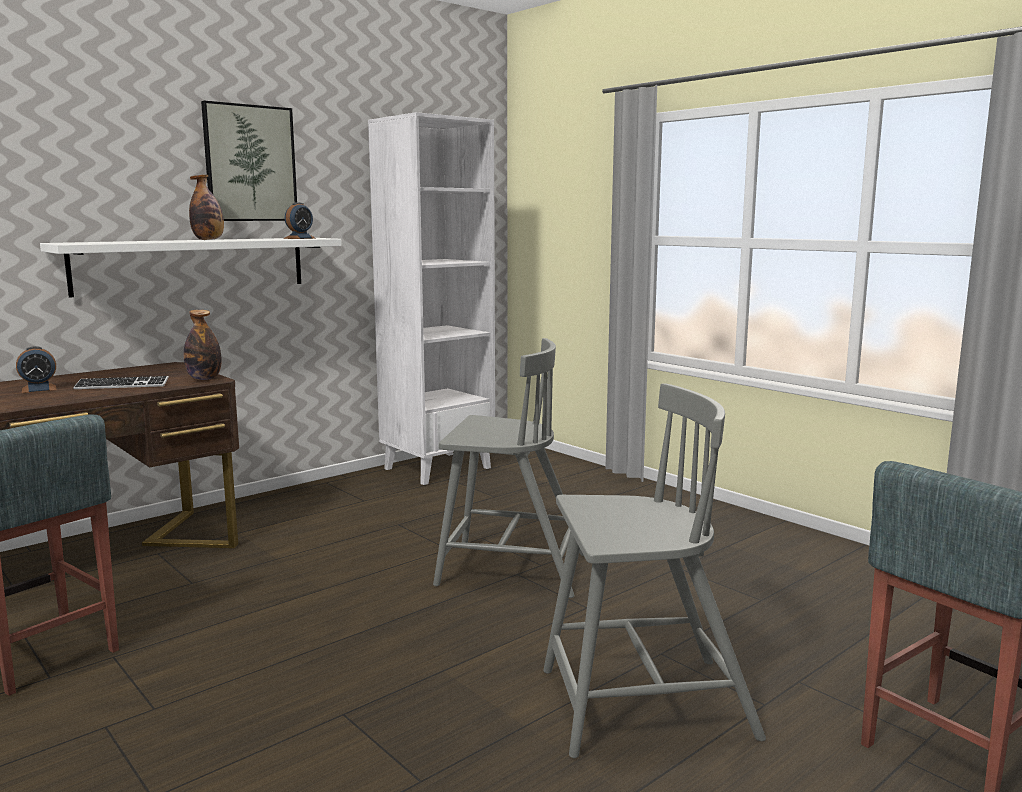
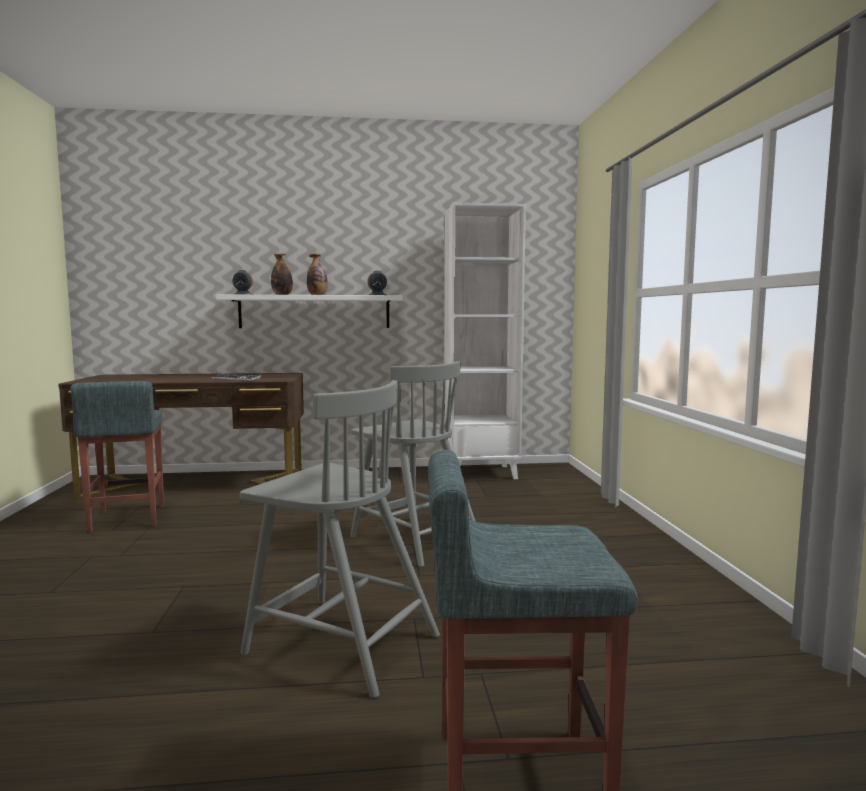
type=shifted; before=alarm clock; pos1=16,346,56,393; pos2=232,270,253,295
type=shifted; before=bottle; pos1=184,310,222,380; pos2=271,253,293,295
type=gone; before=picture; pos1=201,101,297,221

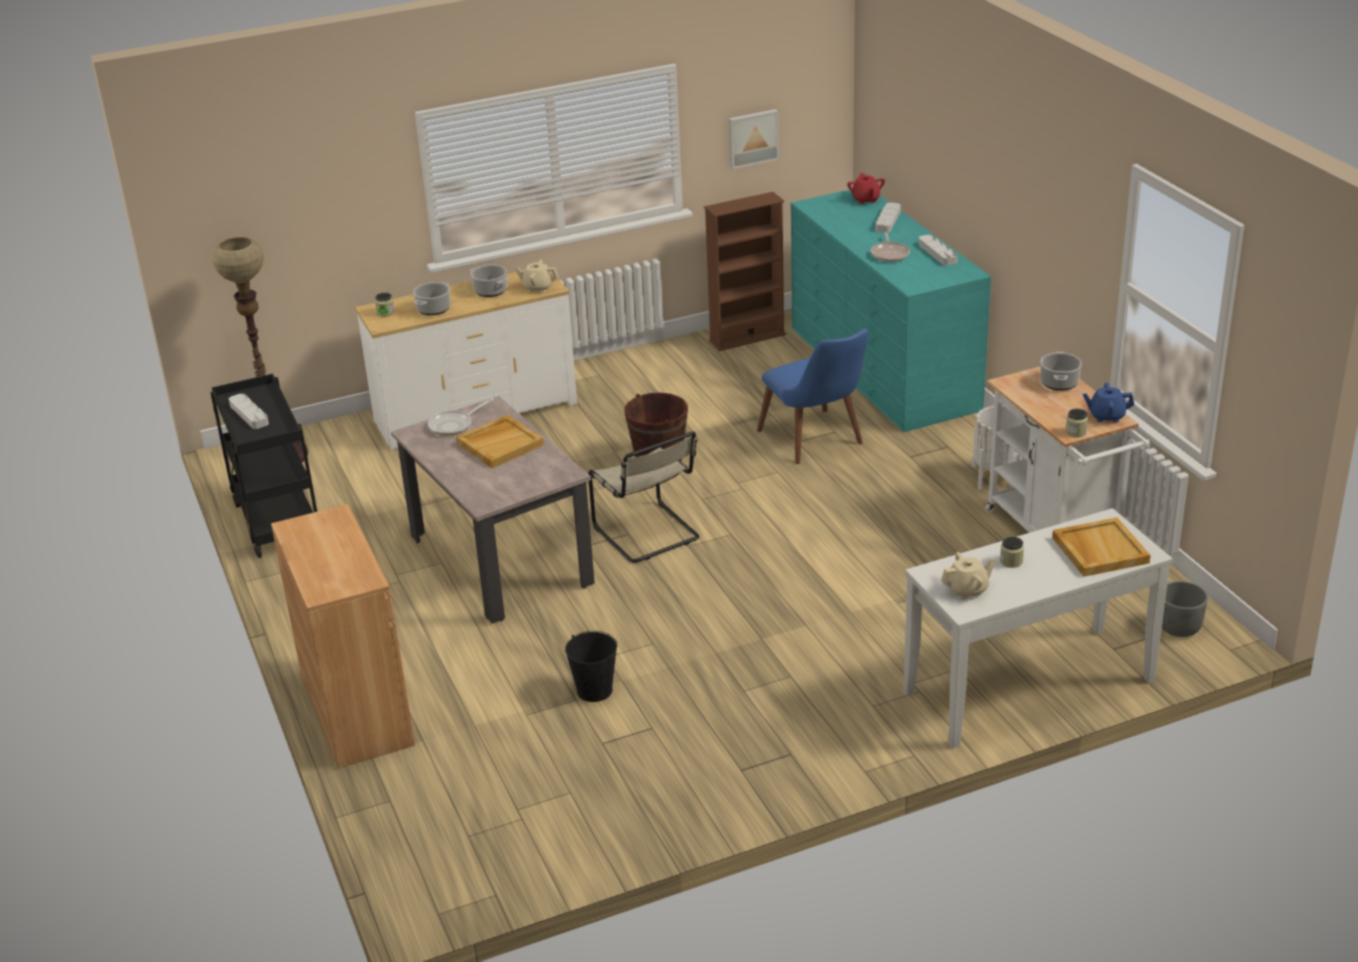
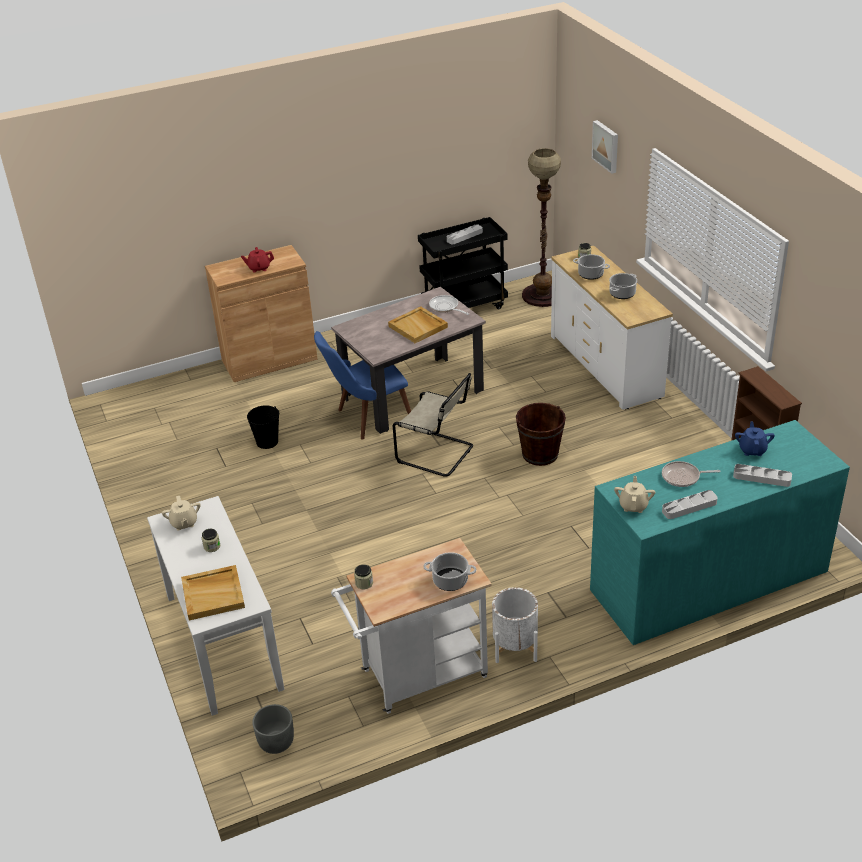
type=shifted; before=beige teapot; pos1=515,260,558,293; pos2=614,476,655,513
type=rotated; before=beige chair; pos1=588,431,699,563; pos2=393,373,473,477; turn=-120
type=shifted; before=picture; pos1=729,109,779,169; pos2=592,120,618,174
type=shifted; before=blue-coloured chair; pos1=757,328,868,464; pos2=314,331,411,440
type=shifted; before=red teapot; pos1=847,173,885,204; pos2=241,247,274,272
type=shifted; before=blue-coloured teapot; pos1=1083,383,1134,423; pos2=735,422,775,456

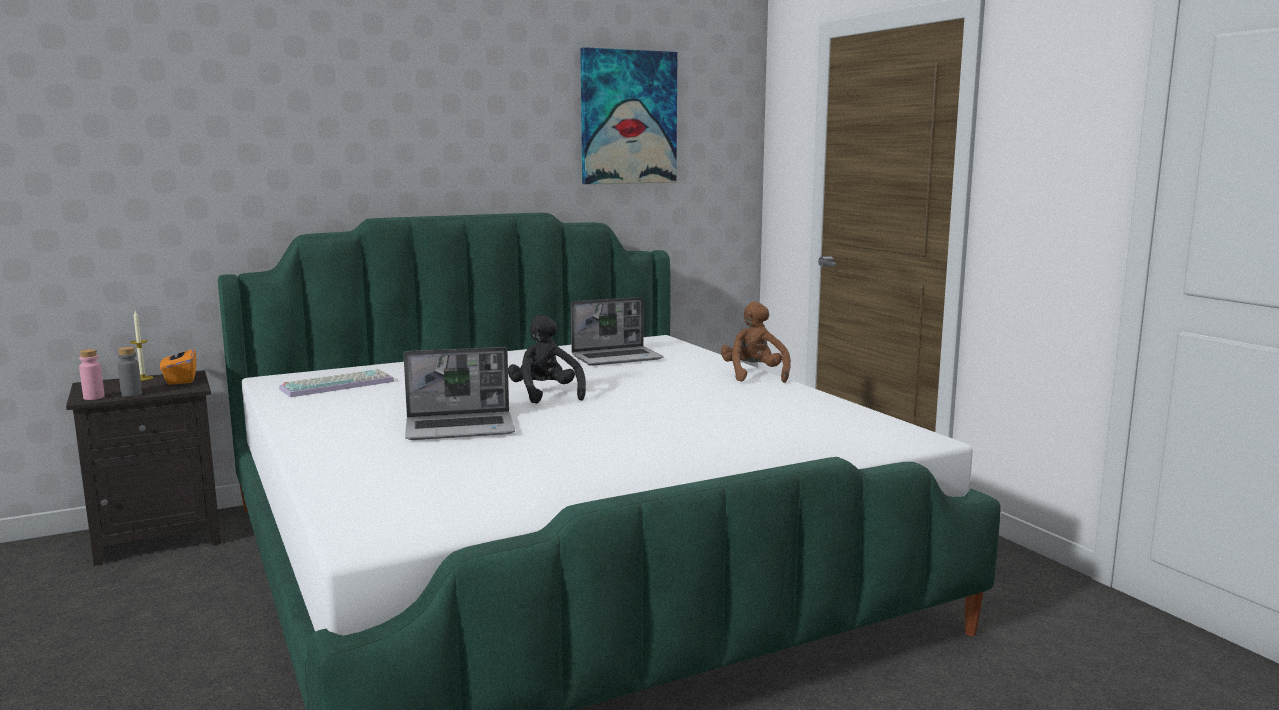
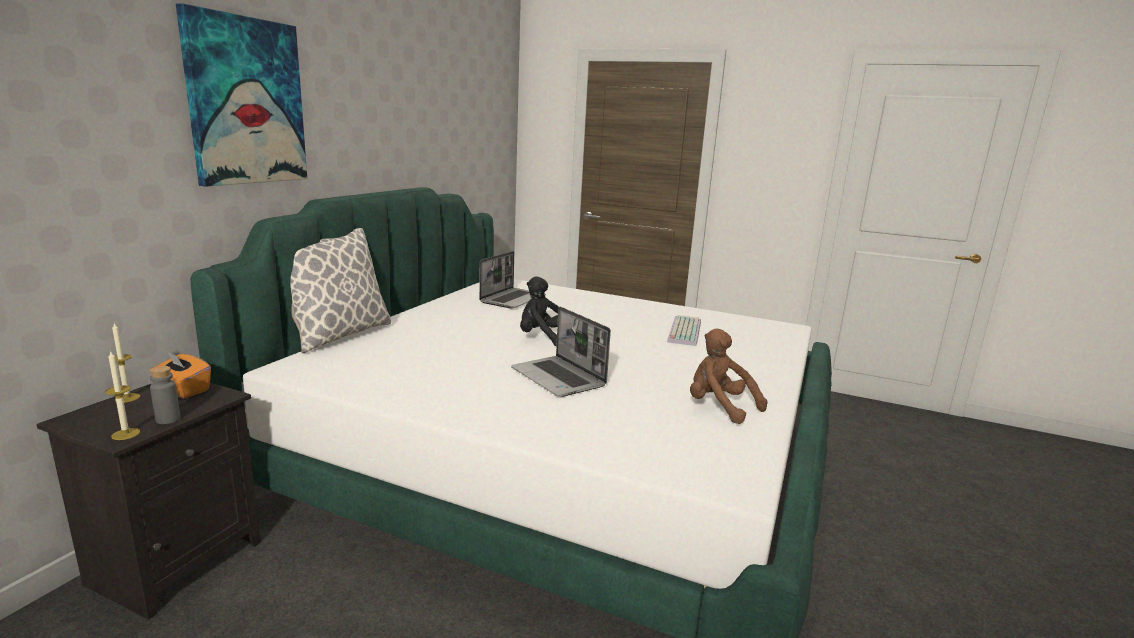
type=swapped; before=pink-coloured bottle; after=wax light; pos1=79,349,105,400; pos2=105,350,140,440
type=shifted; before=computer keyboard; pos1=279,369,394,397; pos2=667,315,701,346
type=rotated; before=laptop; pos1=403,347,515,440; pos2=511,306,611,397; turn=105
type=shifted; before=picture; pos1=580,47,677,184; pos2=176,3,307,187
type=shifted; before=brownish soft toy; pos1=721,301,791,383; pos2=690,329,768,424
type=new; after=pillow; pos2=290,228,391,353

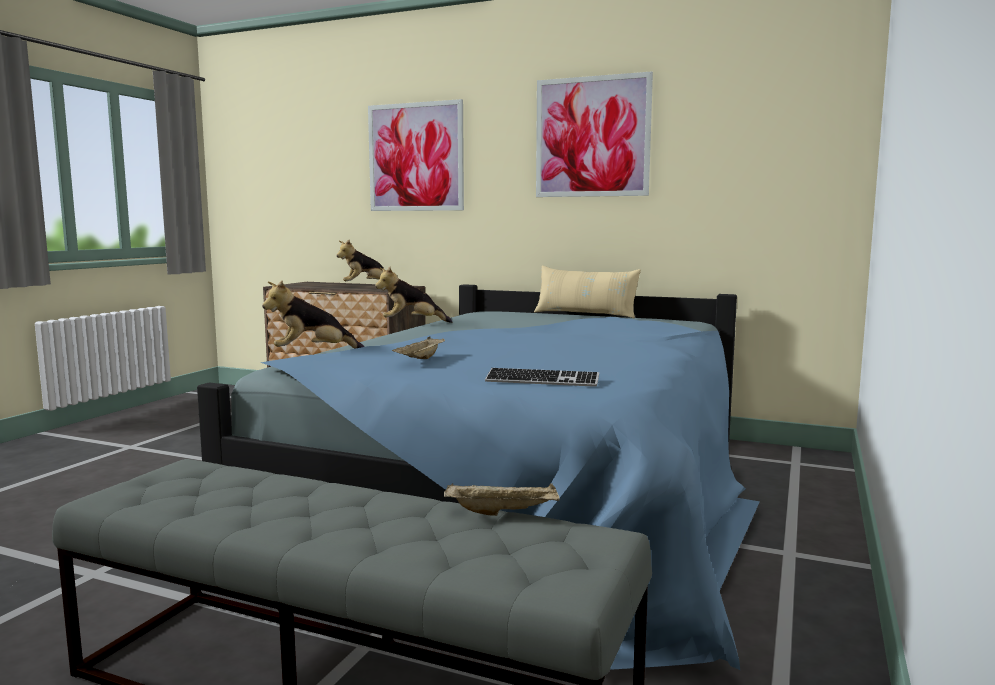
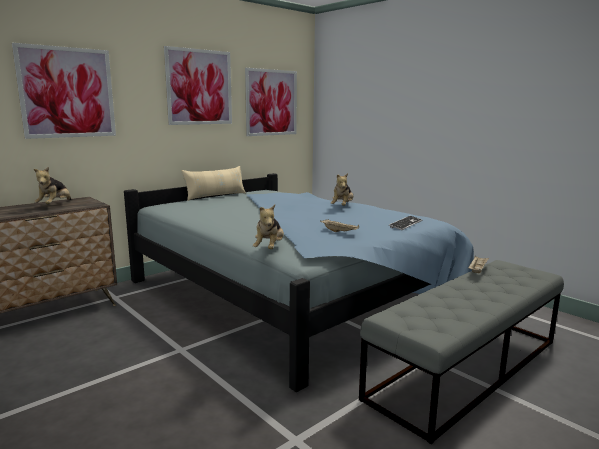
type=shifted; before=soft toy; pos1=375,267,452,323; pos2=331,173,353,206
type=new; after=picture; pos2=245,68,297,136

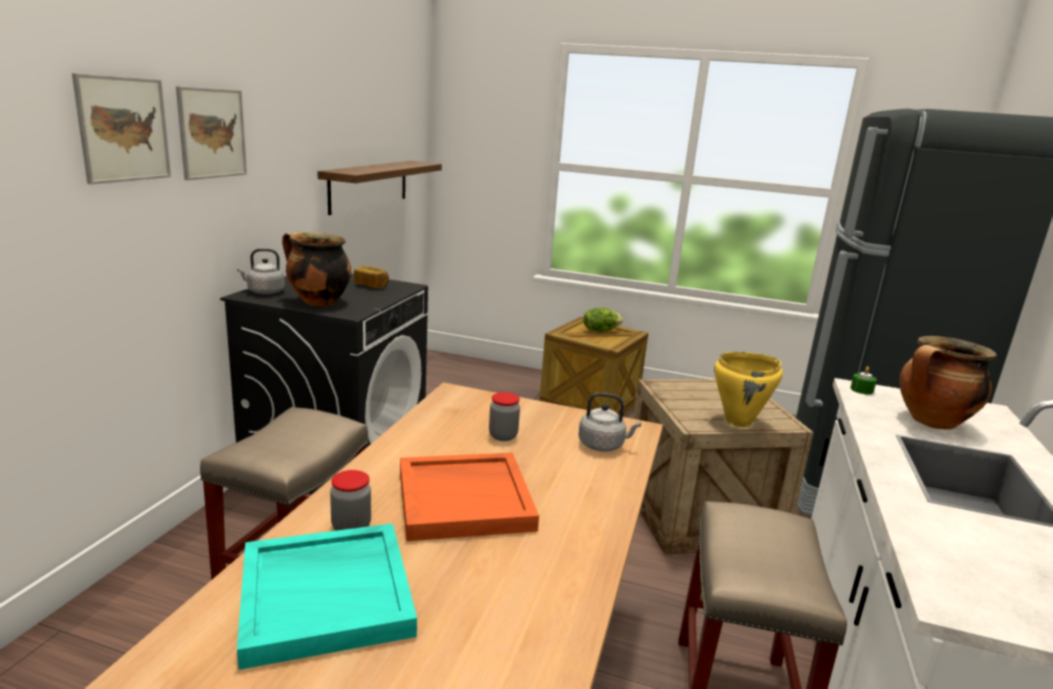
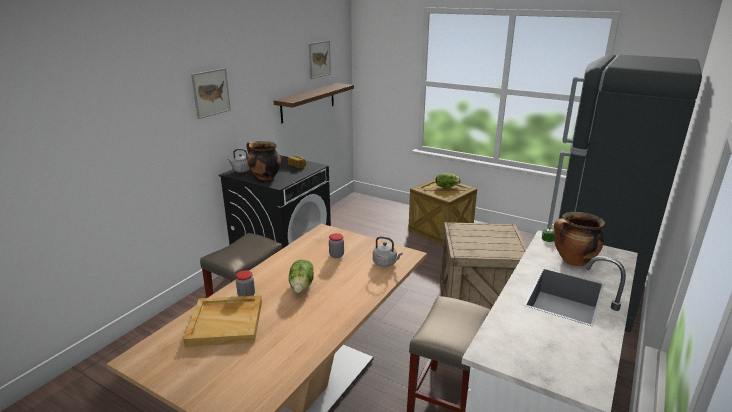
type=shifted; before=picture; pos1=72,73,171,184; pos2=309,41,331,79
type=repainted; before=turquoise tray; after=beige tray; pos1=237,523,417,670; pos2=183,295,262,347
type=swapped; before=orange-coloured tray; after=head of lettuce; pos1=400,453,539,541; pos2=289,259,314,293
type=gone; before=yellow-coloured saucepot; pos1=714,352,783,427

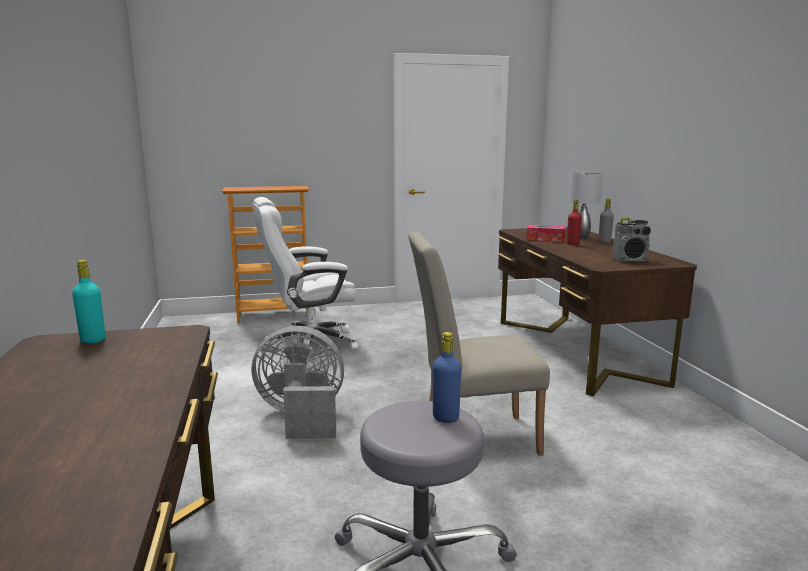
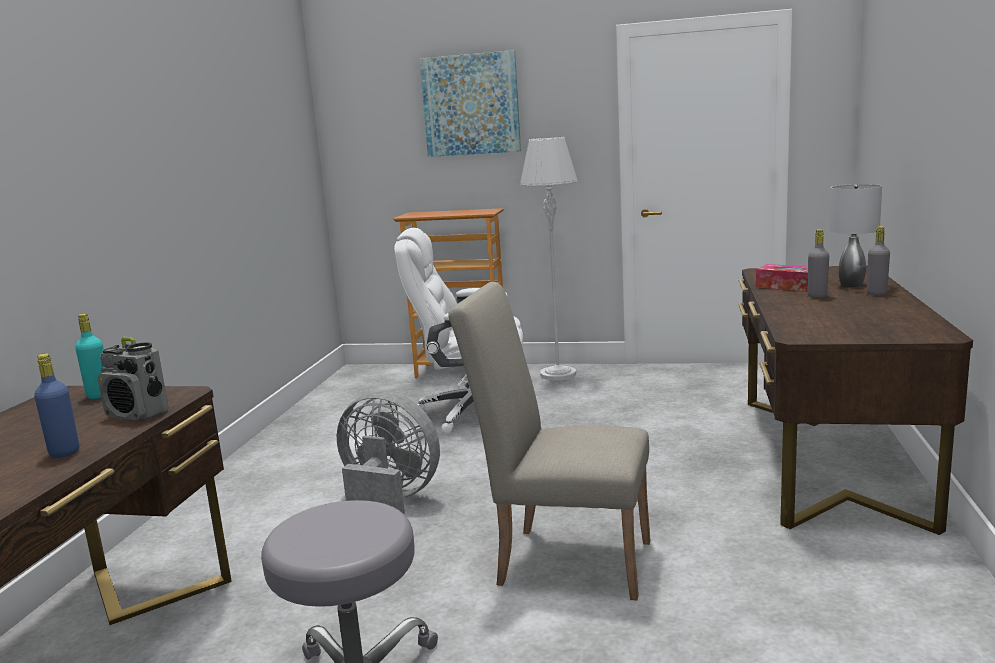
type=shifted; before=blue-coloured bottle; pos1=433,332,461,423; pos2=34,353,79,458
type=repainted; before=red bottle; after=greyish bottle; pos1=567,200,582,245; pos2=808,229,829,298
type=shifted; before=radio; pos1=613,217,651,261; pos2=97,337,169,420
type=new; after=picture; pos2=420,50,521,157
type=new; after=greyish standing lamp; pos2=520,137,578,380

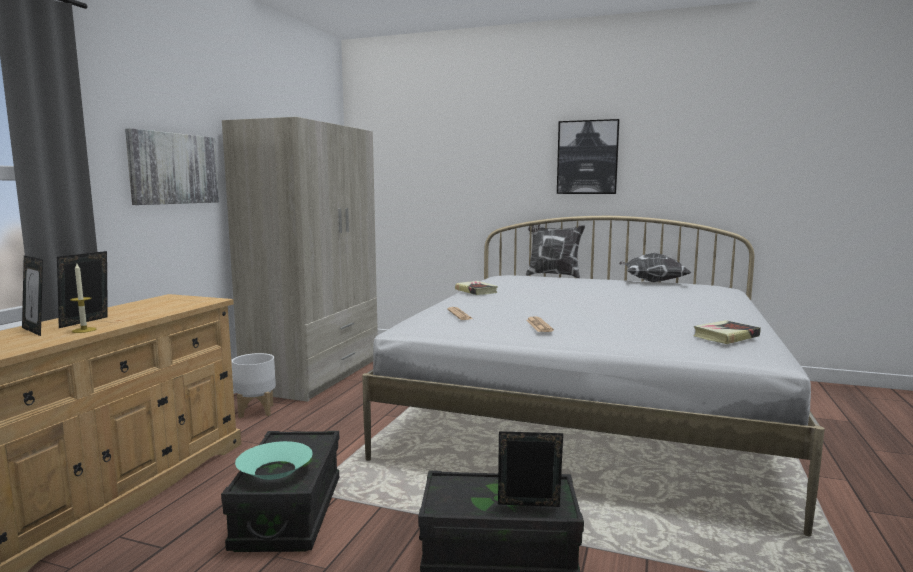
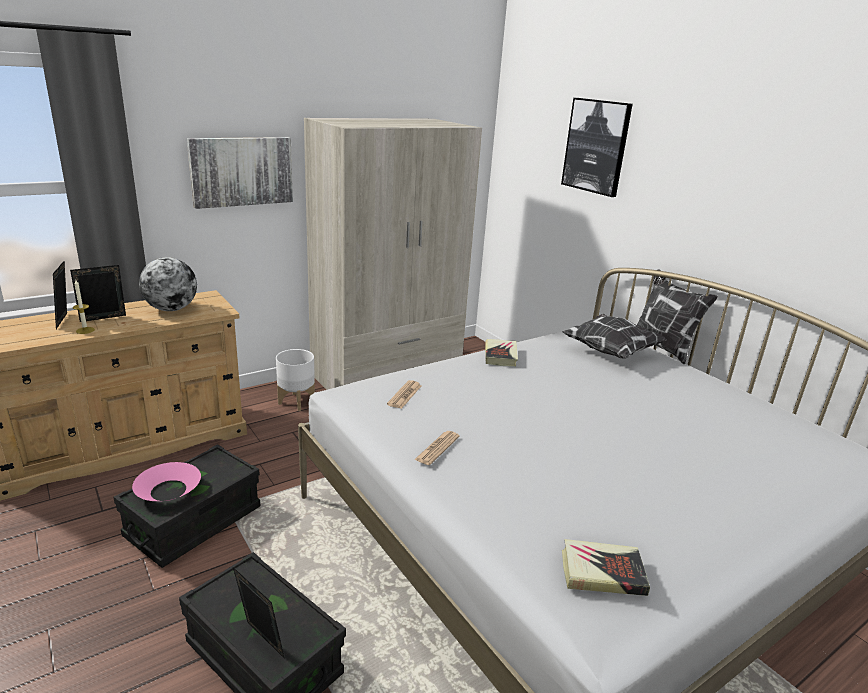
type=repainted; before=turquoise serving bowl; after=pink-coloured serving bowl; pos1=235,441,313,480; pos2=132,462,201,501
type=shifted; before=picture; pos1=557,119,620,194; pos2=561,98,633,197
type=shifted; before=pillow; pos1=620,253,692,282; pos2=562,313,666,359
type=new; after=globe; pos2=139,257,197,311

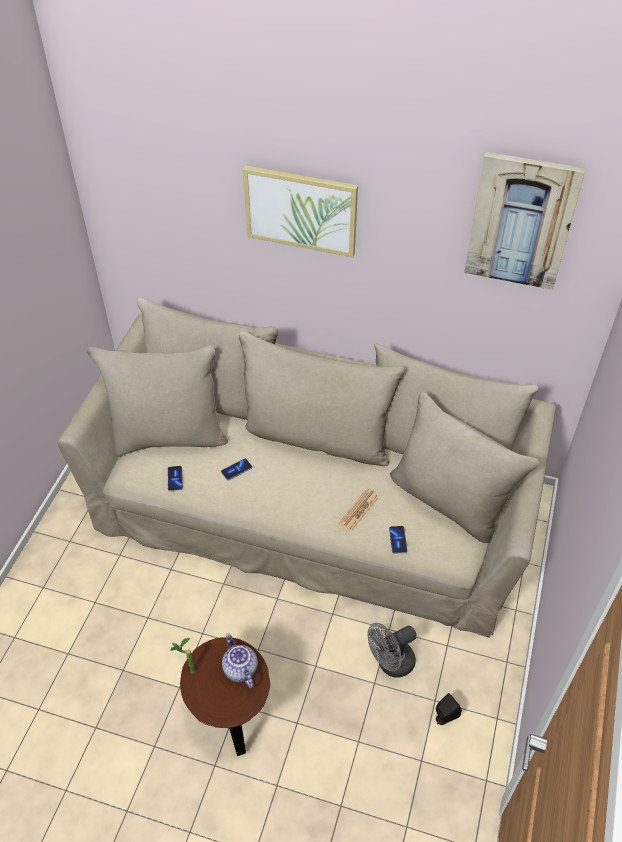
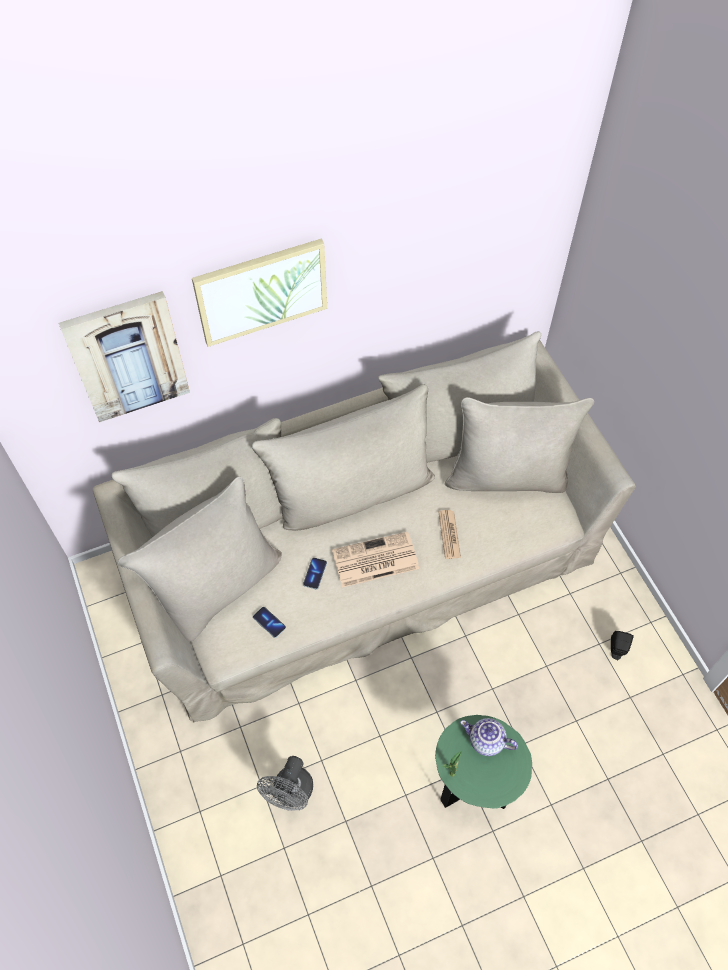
type=repainted; before=brownish end table; after=greenish end table; pos1=180,637,270,756; pos2=435,715,532,809
type=shifted; before=greyish electric fan; pos1=367,623,416,678; pos2=257,756,313,811
type=gone; before=phone; pos1=389,526,408,554
type=shifted; before=picture; pos1=464,152,586,290; pos2=59,291,190,422
type=new; after=newspaper; pos2=332,532,419,587

